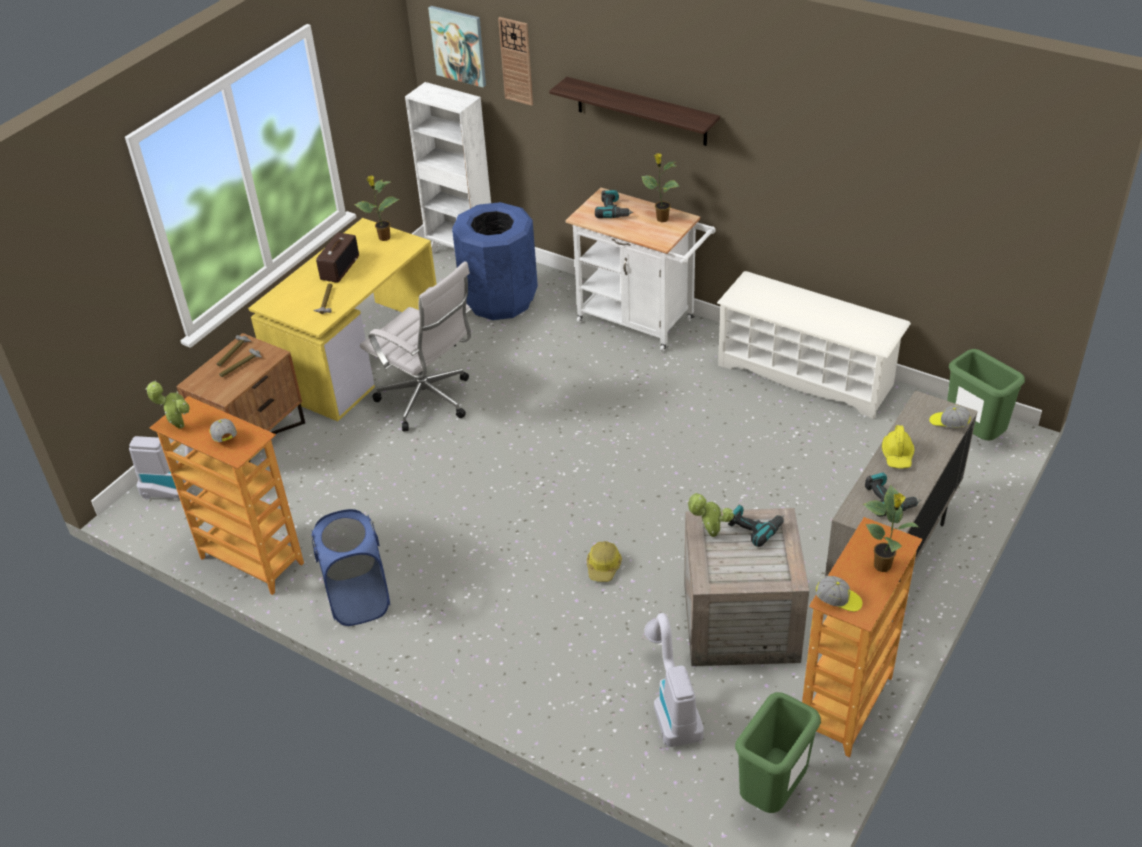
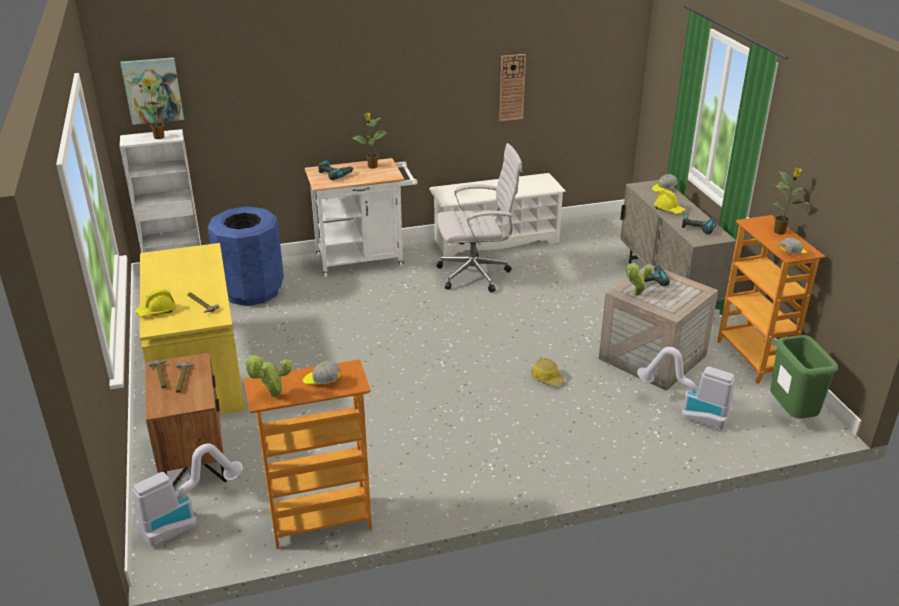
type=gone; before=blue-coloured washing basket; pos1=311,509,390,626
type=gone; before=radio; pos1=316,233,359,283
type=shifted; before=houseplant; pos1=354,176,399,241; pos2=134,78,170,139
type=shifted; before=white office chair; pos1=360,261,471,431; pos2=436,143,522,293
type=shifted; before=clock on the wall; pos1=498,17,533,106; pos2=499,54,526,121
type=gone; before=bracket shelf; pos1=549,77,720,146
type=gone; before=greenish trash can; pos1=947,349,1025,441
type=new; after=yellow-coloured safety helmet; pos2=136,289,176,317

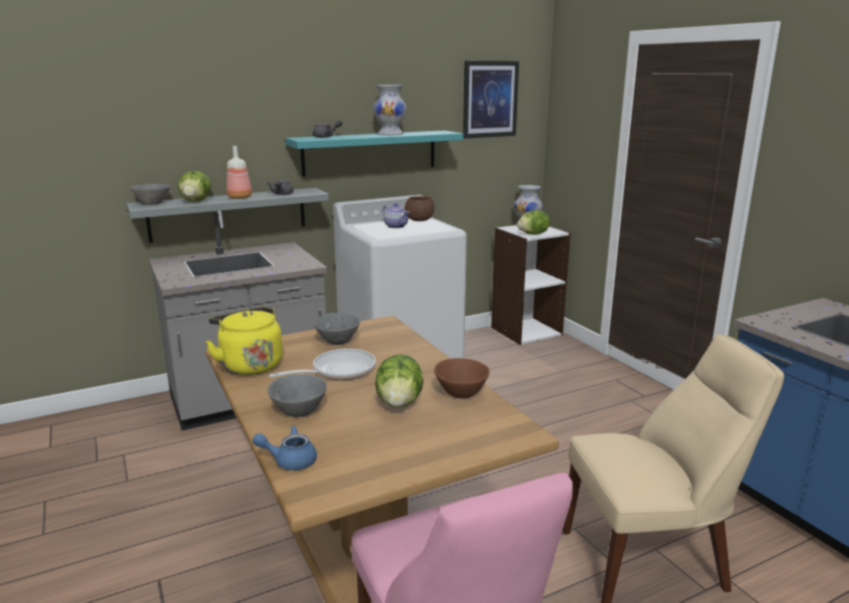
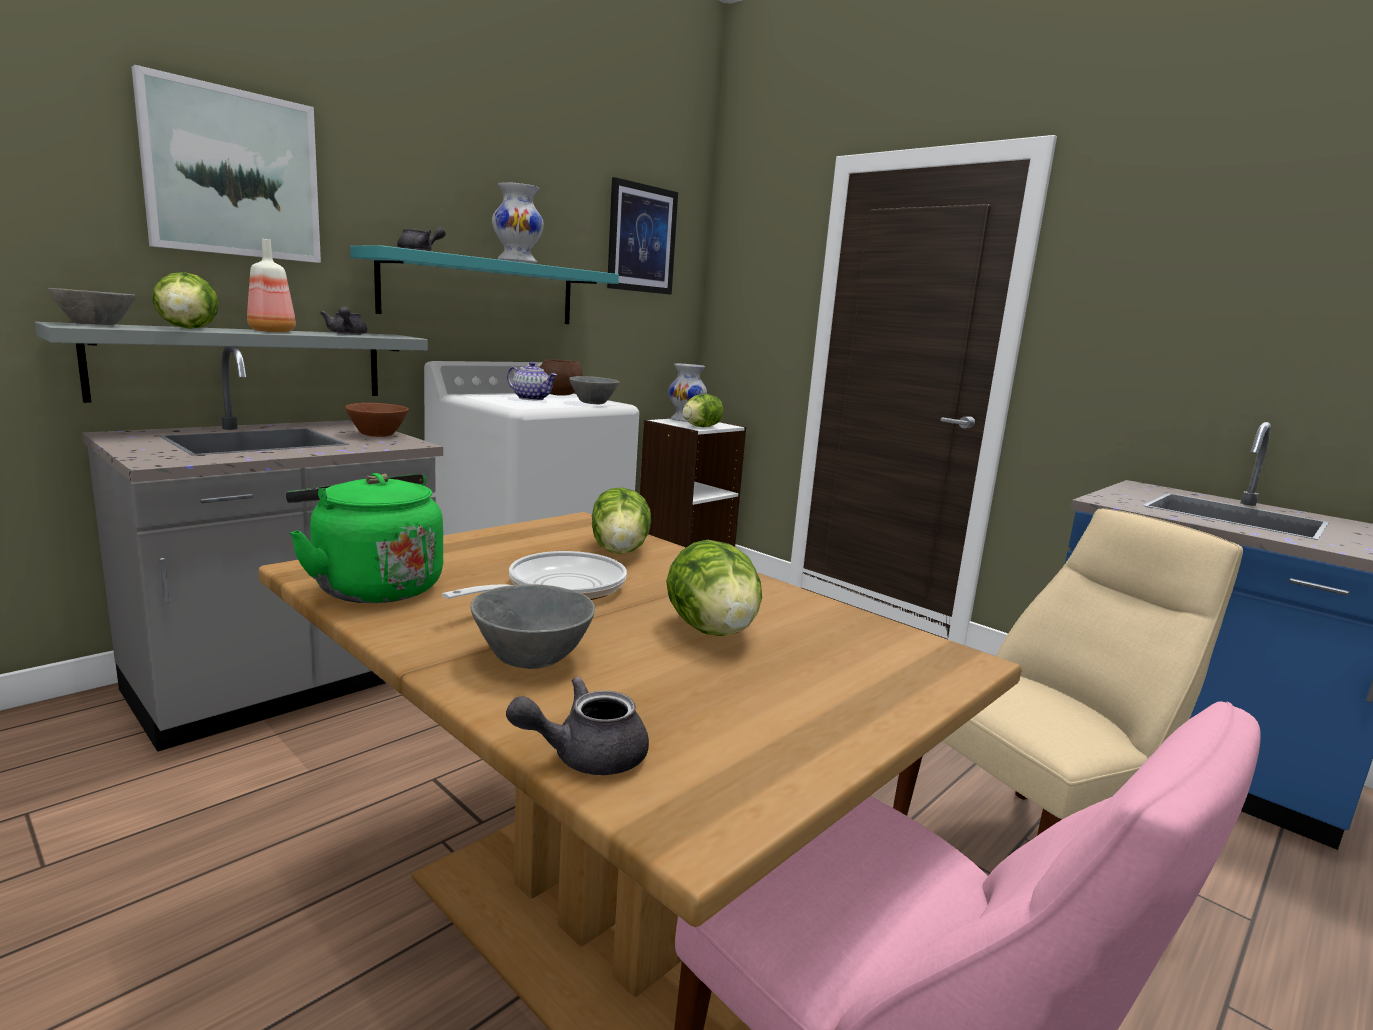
type=repainted; before=yellow-coloured water kettle; after=greenish water kettle; pos1=205,307,283,375; pos2=286,473,443,603
type=repainted; before=blue-coloured teapot; after=greyish teapot; pos1=252,426,317,470; pos2=506,677,649,775
type=shifted; before=greyish serving bowl; pos1=313,313,360,345; pos2=569,376,619,404
type=shifted; before=brownish serving bowl; pos1=434,358,490,399; pos2=345,403,409,437
type=new; after=picture; pos2=132,65,321,263
type=new; after=head of lettuce; pos2=592,488,651,554

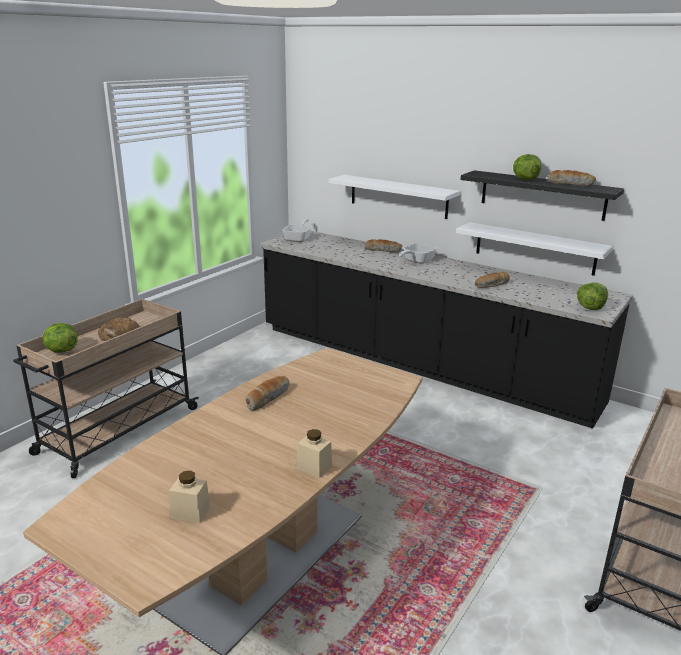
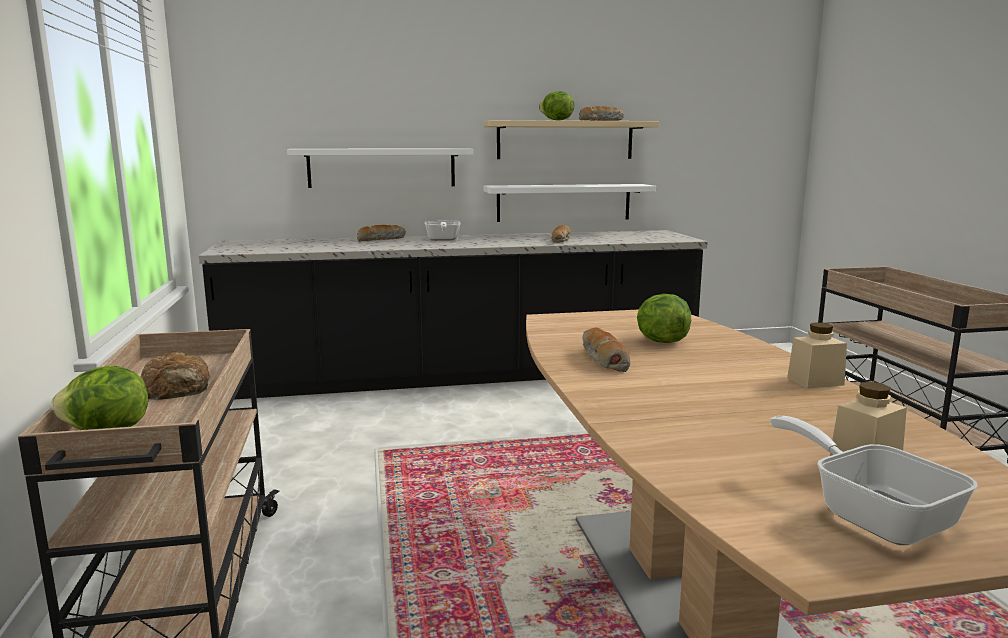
type=shifted; before=skillet; pos1=283,219,311,242; pos2=770,416,978,545
type=repainted; before=blackish bracket shelf; after=beige bracket shelf; pos1=461,170,624,221; pos2=483,120,660,159
type=shifted; before=head of lettuce; pos1=577,283,608,310; pos2=637,294,691,343

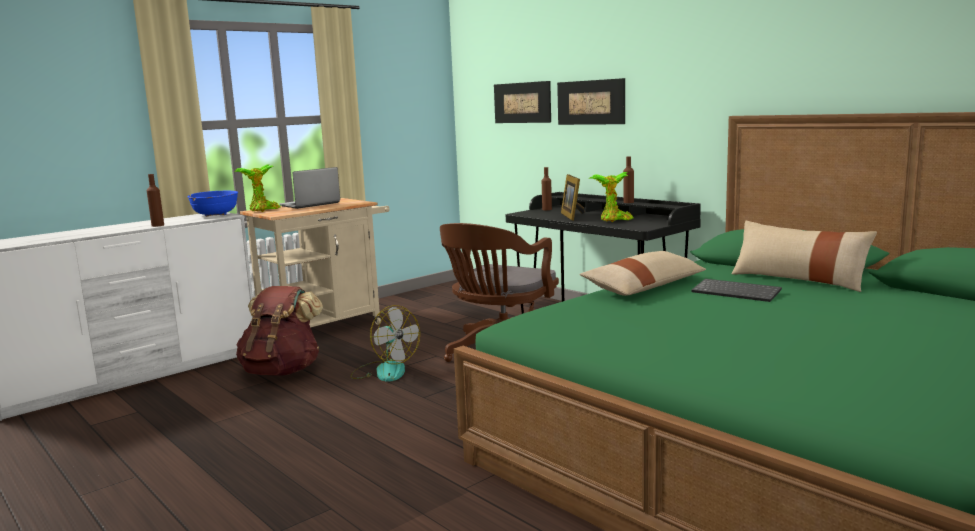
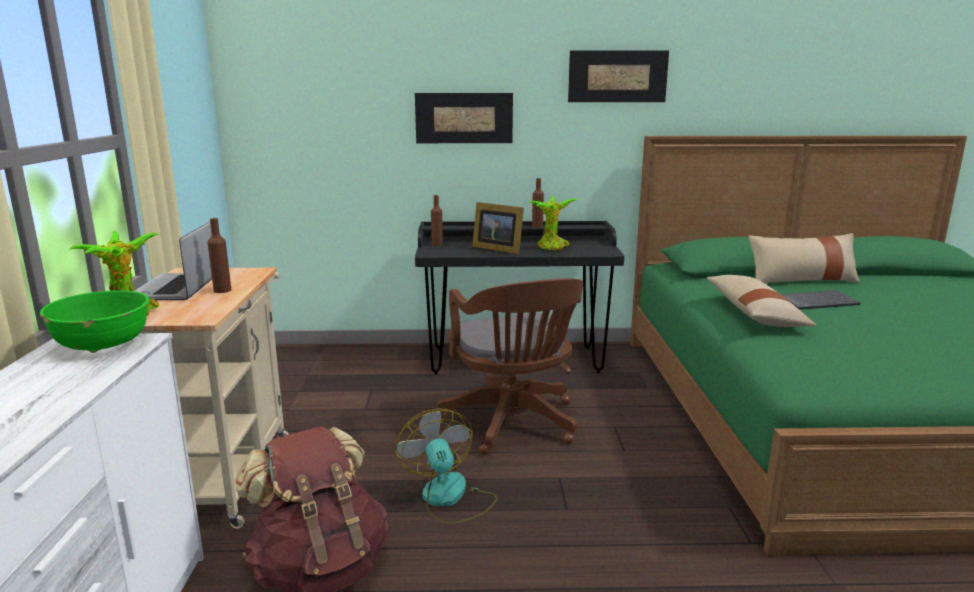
type=shifted; before=brownish bottle; pos1=147,174,164,227; pos2=208,218,231,293
type=repainted; before=blue-coloured serving bowl; after=greenish serving bowl; pos1=187,191,238,217; pos2=40,290,149,353
type=rotated; before=electric fan; pos1=350,305,420,382; pos2=395,409,498,524; turn=-105
type=shifted; before=picture; pos1=494,81,551,123; pos2=568,50,669,102

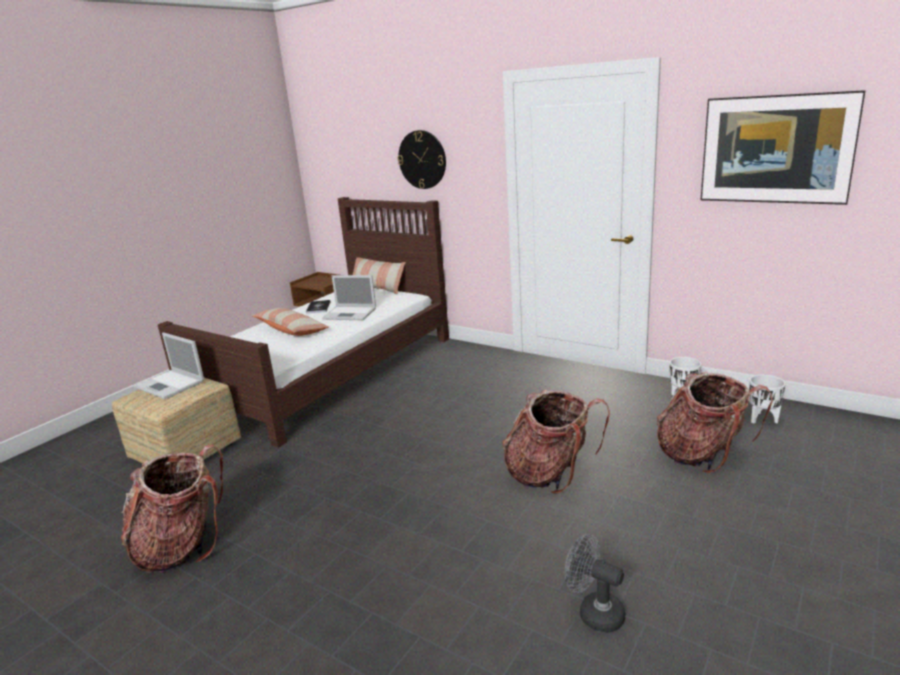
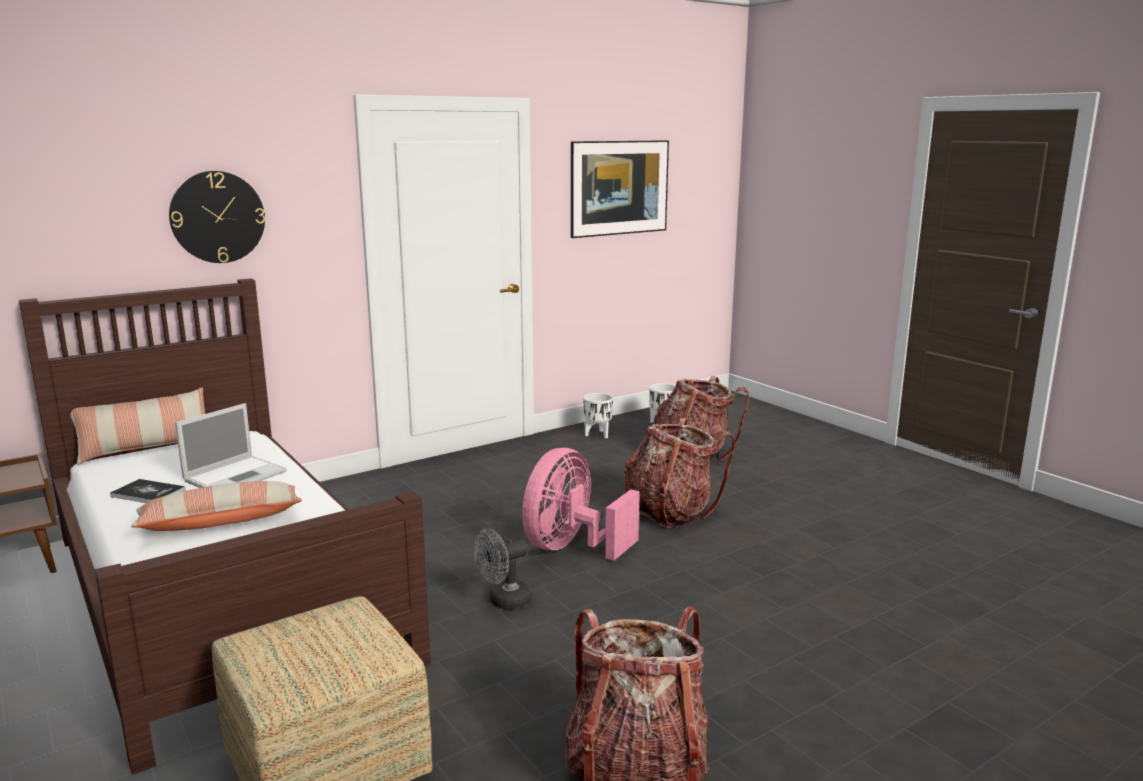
type=gone; before=laptop; pos1=134,332,204,399
type=shifted; before=greyish electric fan; pos1=565,534,625,633; pos2=474,529,532,609
type=new; after=pink-coloured electric fan; pos2=522,448,640,561

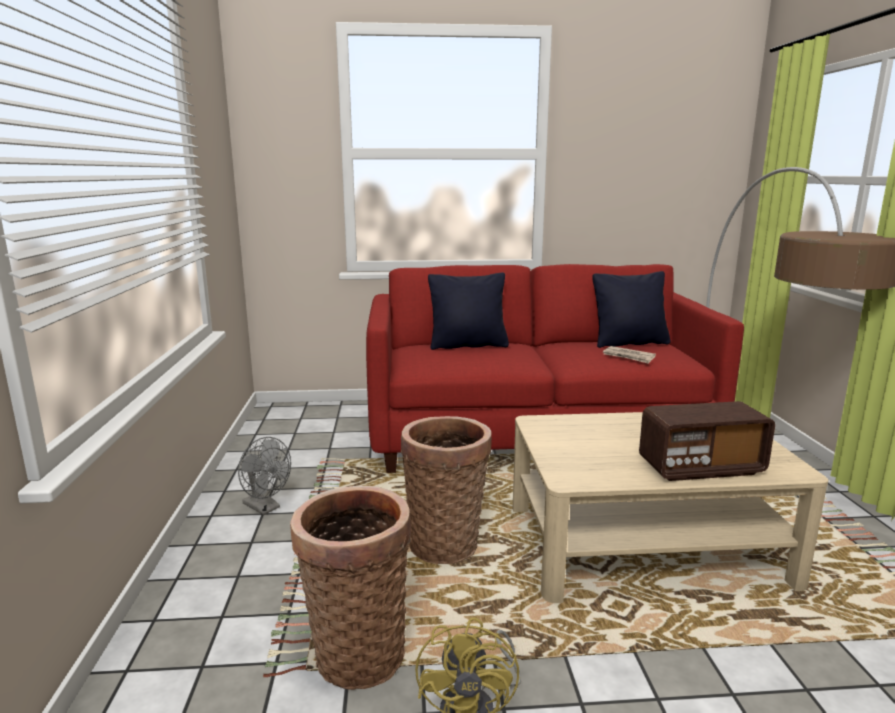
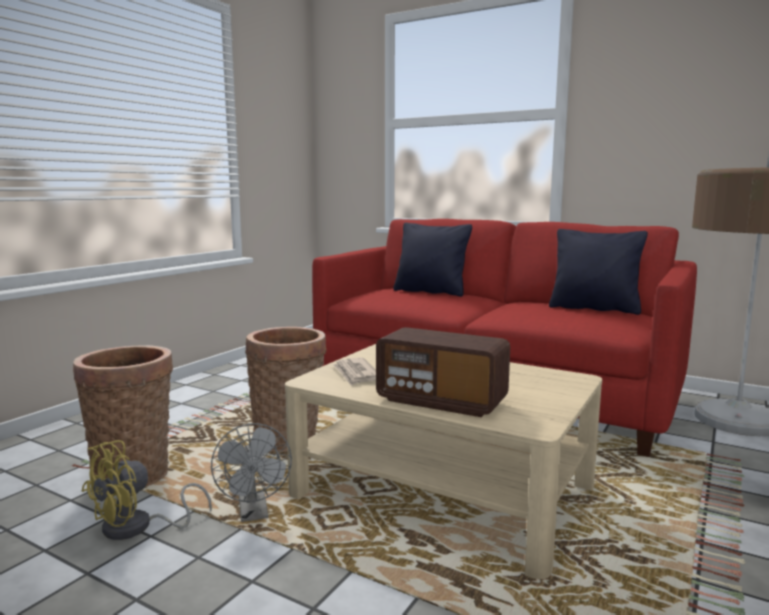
type=shifted; before=greyish electric fan; pos1=238,437,291,515; pos2=211,423,292,522
type=shifted; before=newspaper; pos1=603,346,656,364; pos2=332,358,376,385

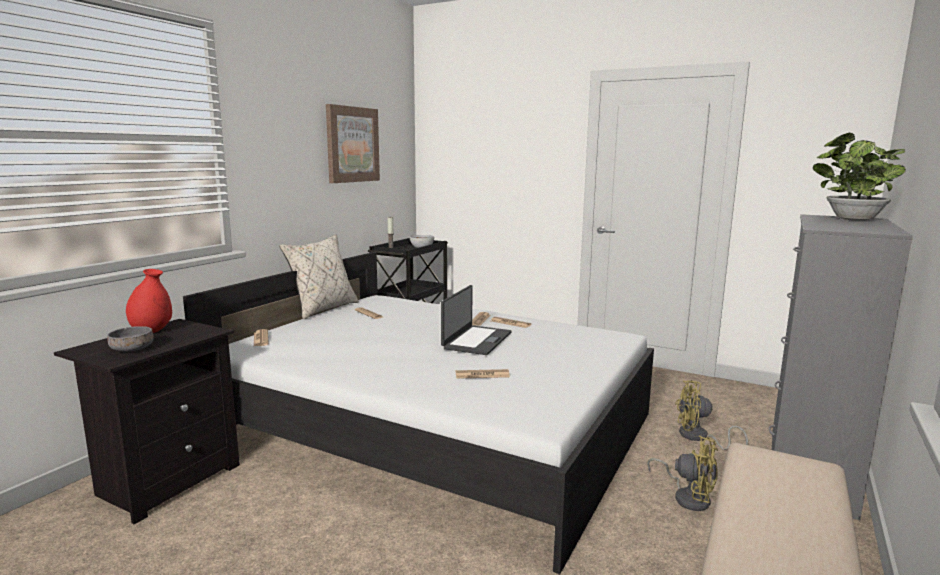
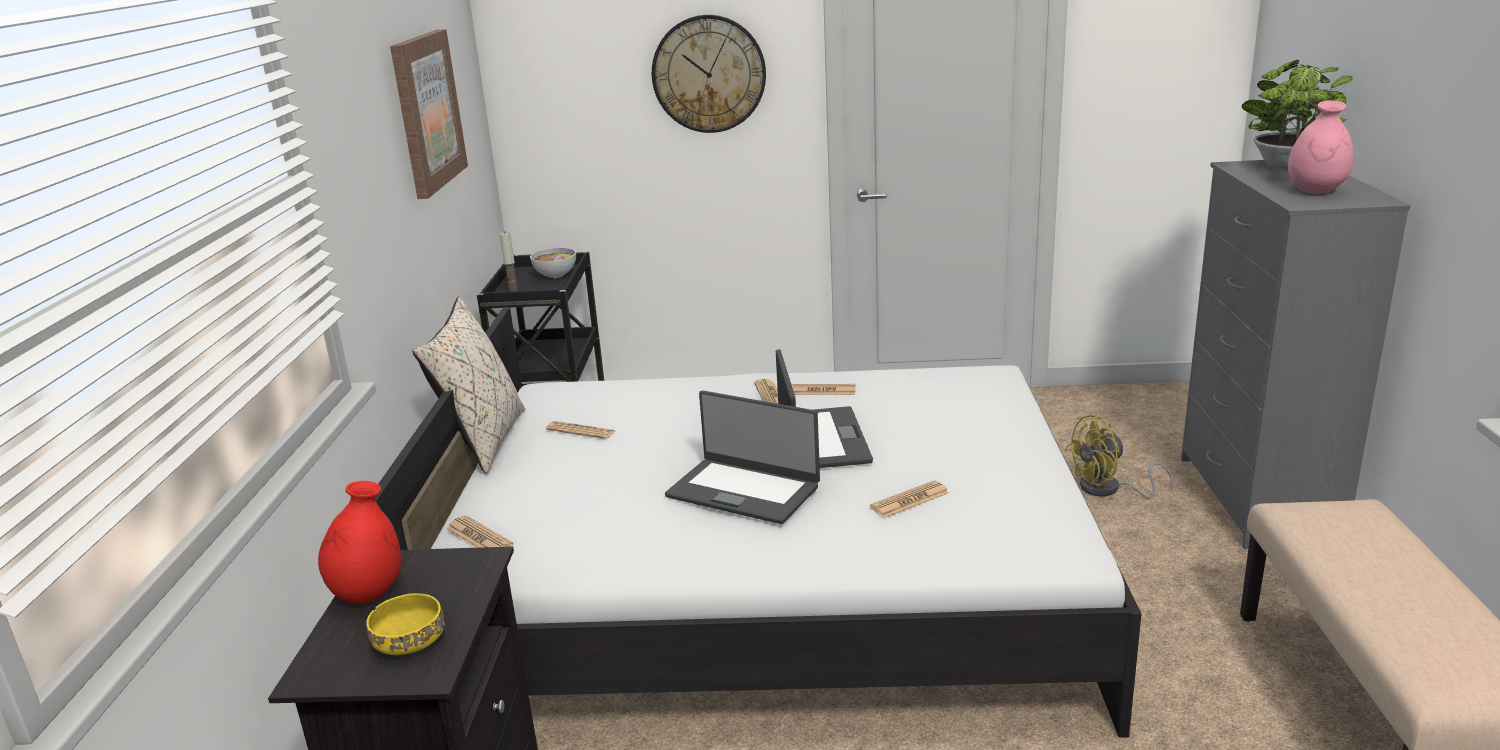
type=repainted; before=greyish serving bowl; after=yellow-coloured serving bowl; pos1=107,326,154,352; pos2=366,593,445,655
type=gone; before=yellow-coloured electric fan; pos1=647,435,718,511
type=new; after=clock on the wall; pos2=652,15,766,133
type=new; after=laptop; pos2=665,390,820,524
type=new; after=pink-coloured vase; pos2=1288,100,1354,194

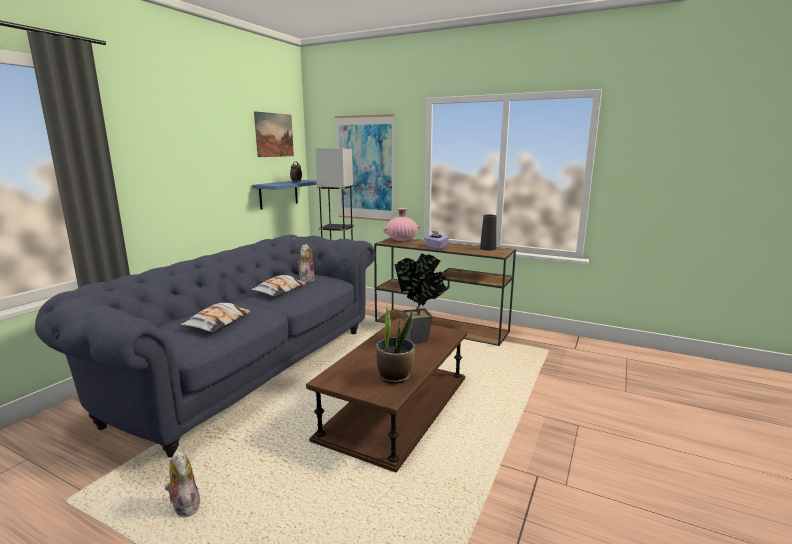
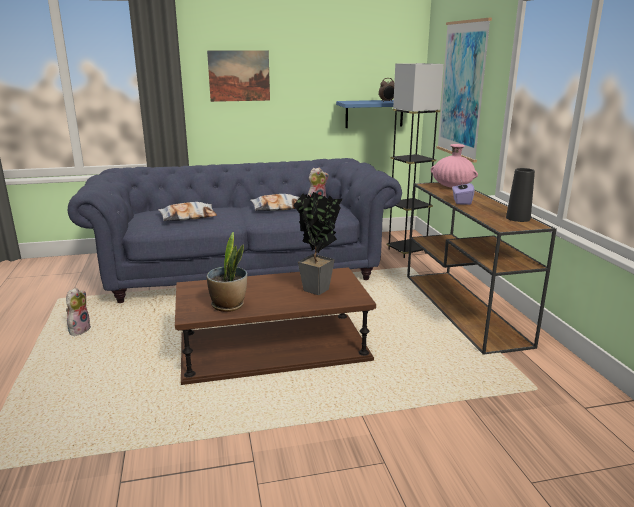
type=shifted; before=picture; pos1=254,111,294,157; pos2=207,50,270,102

